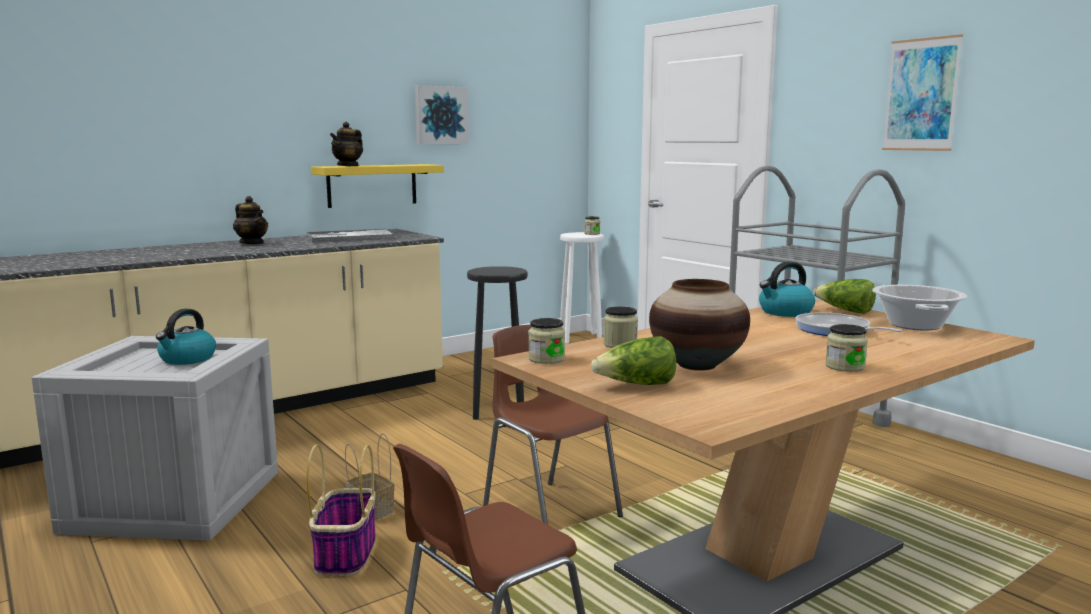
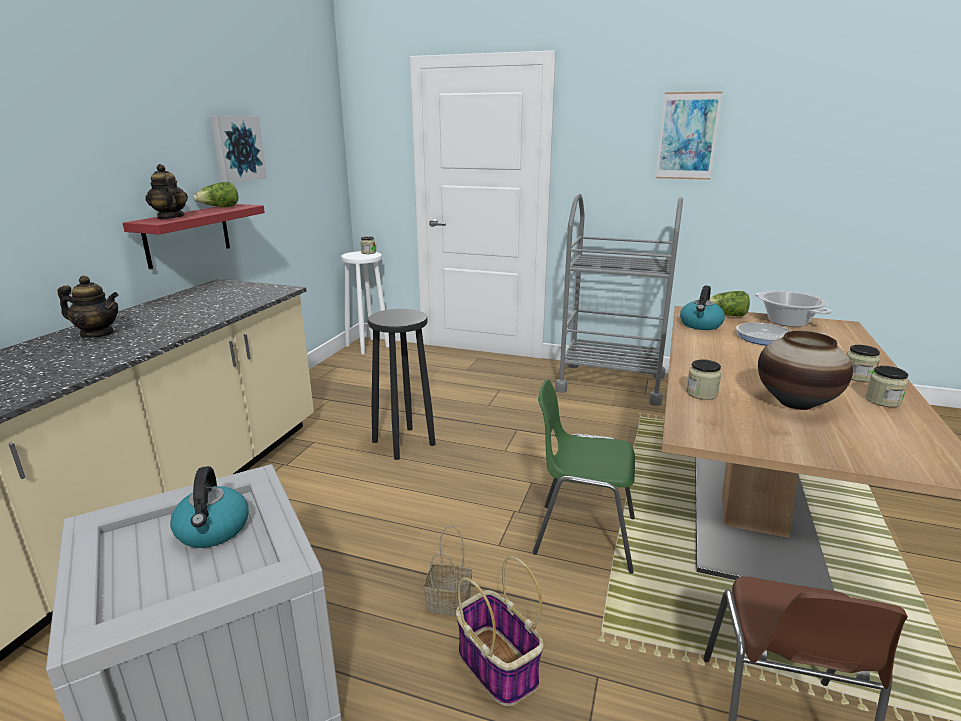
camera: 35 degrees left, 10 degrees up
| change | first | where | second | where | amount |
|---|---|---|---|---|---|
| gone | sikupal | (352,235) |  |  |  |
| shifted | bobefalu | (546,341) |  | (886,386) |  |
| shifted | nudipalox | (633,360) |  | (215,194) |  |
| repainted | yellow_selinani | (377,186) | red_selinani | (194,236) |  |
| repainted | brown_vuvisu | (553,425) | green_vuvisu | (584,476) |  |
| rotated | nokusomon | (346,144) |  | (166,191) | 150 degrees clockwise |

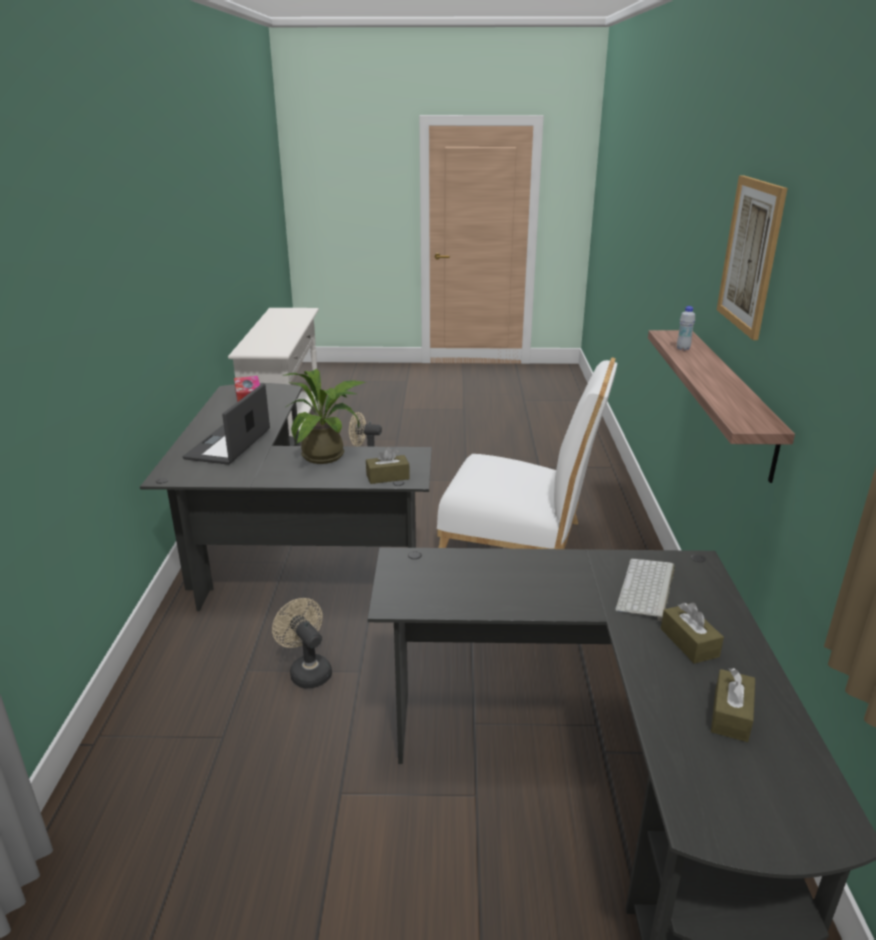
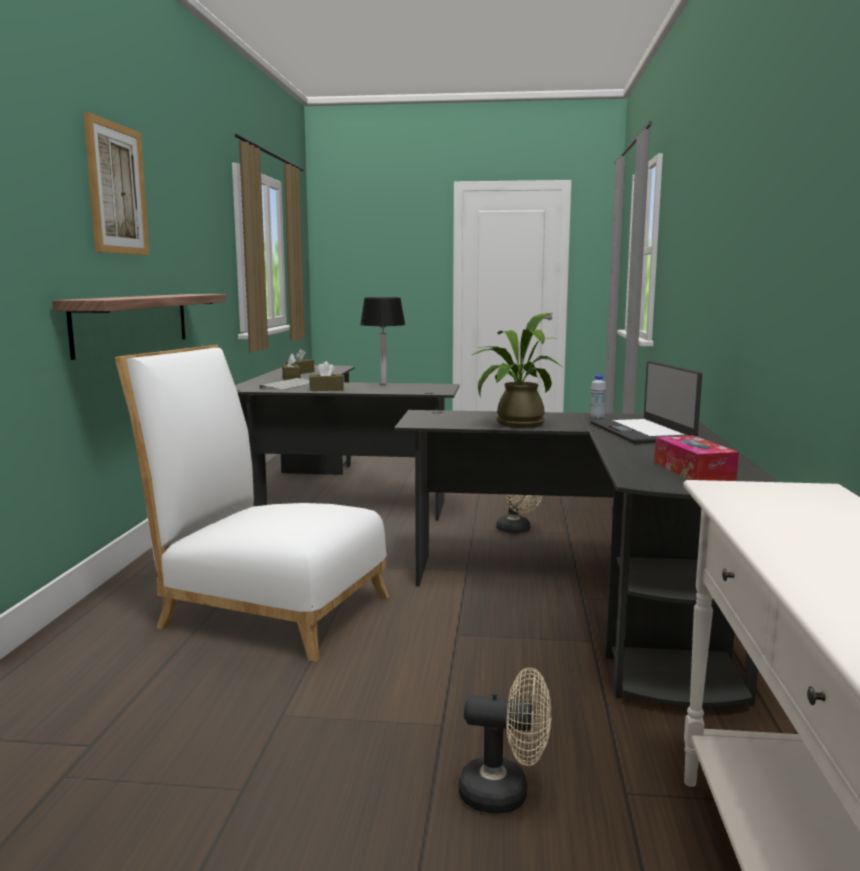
camera: 175 degrees left, 15 degrees down
| change | first | where | second | where | amount |
|---|---|---|---|---|---|
| new |  |  | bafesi | (382,341) |  |
| shifted | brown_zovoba | (388,465) |  | (326,376) |  |
| shifted | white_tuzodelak | (686,328) |  | (598,397) |  |
| rotated | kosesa | (226,424) |  | (646,402) | 150 degrees clockwise |

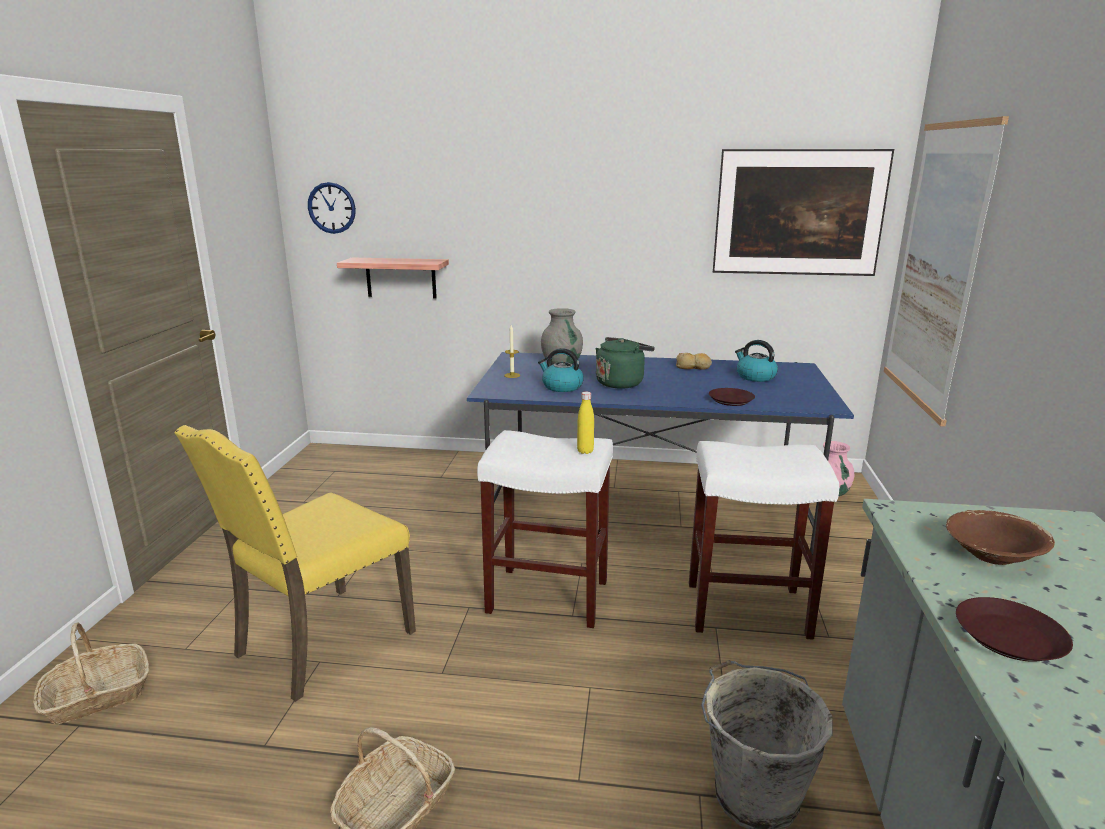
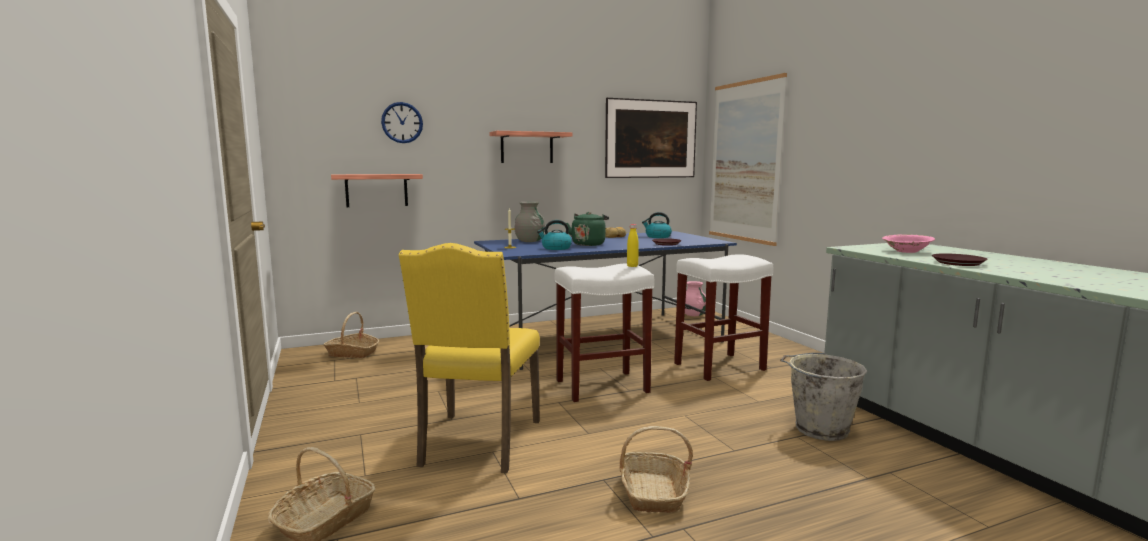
camera: 30 degrees left, 10 degrees down
| change | first | where | second | where | amount |
|---|---|---|---|---|---|
| new |  |  | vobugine | (351,335) |  |
| new |  |  | selinani | (531,147) |  |
| shifted | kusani | (332,208) |  | (402,122) |  |
| repainted | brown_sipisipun | (1000,537) | pink_sipisipun | (908,243) |  |

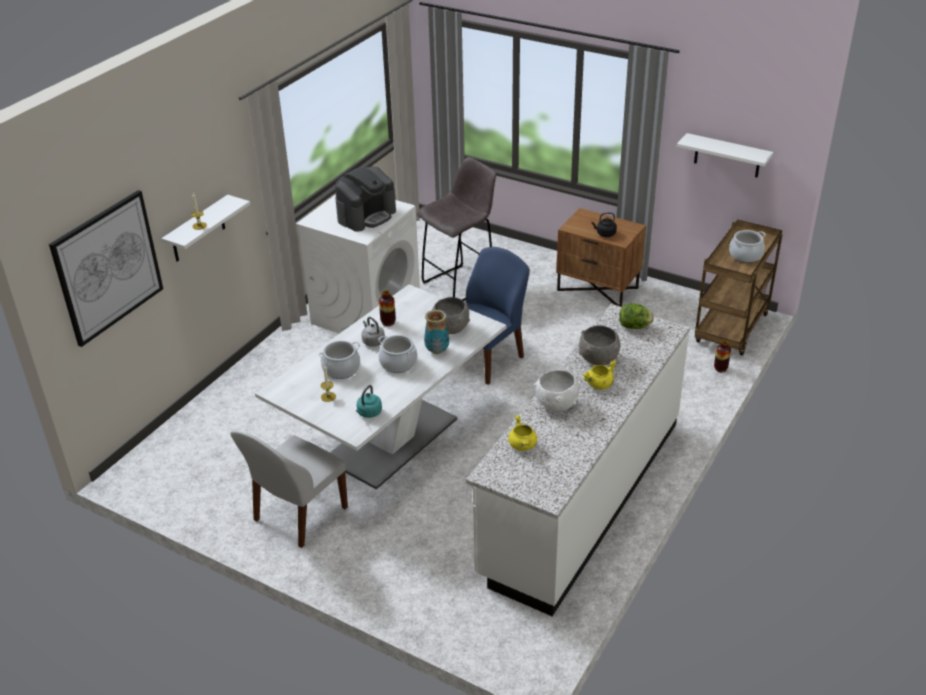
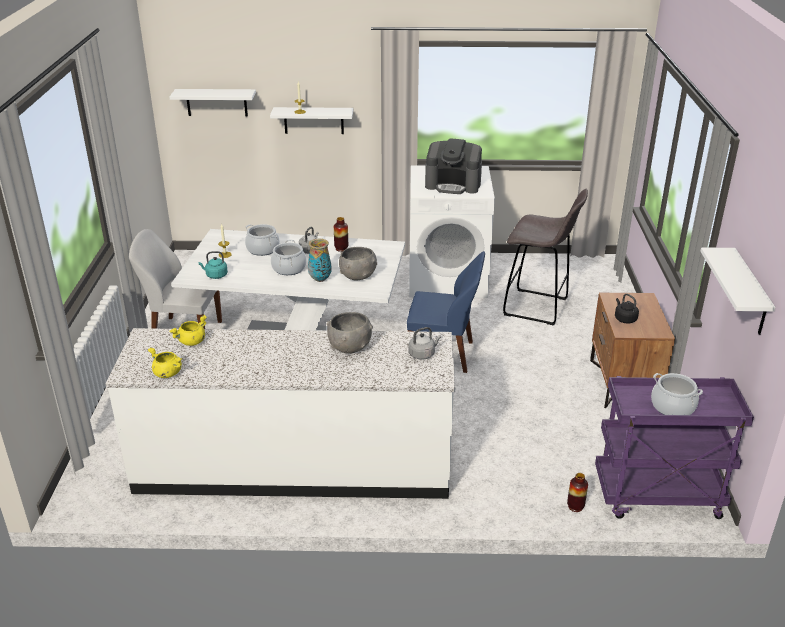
camera: 60 degrees right, 5 degrees down
| change | first | where | second | where | amount |
|---|---|---|---|---|---|
| gone | white_sipisipun | (557,390) |  |  |  |
| shifted | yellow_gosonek | (599,375) |  | (165,363) |  |
| swapped | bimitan | (106,268) | white_selinani | (212,102) |  |
| swapped | nudipalox | (636,316) | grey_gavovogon | (424,343) |  |
| repainted | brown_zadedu | (739,287) | purple_zadedu | (674,447) |  |

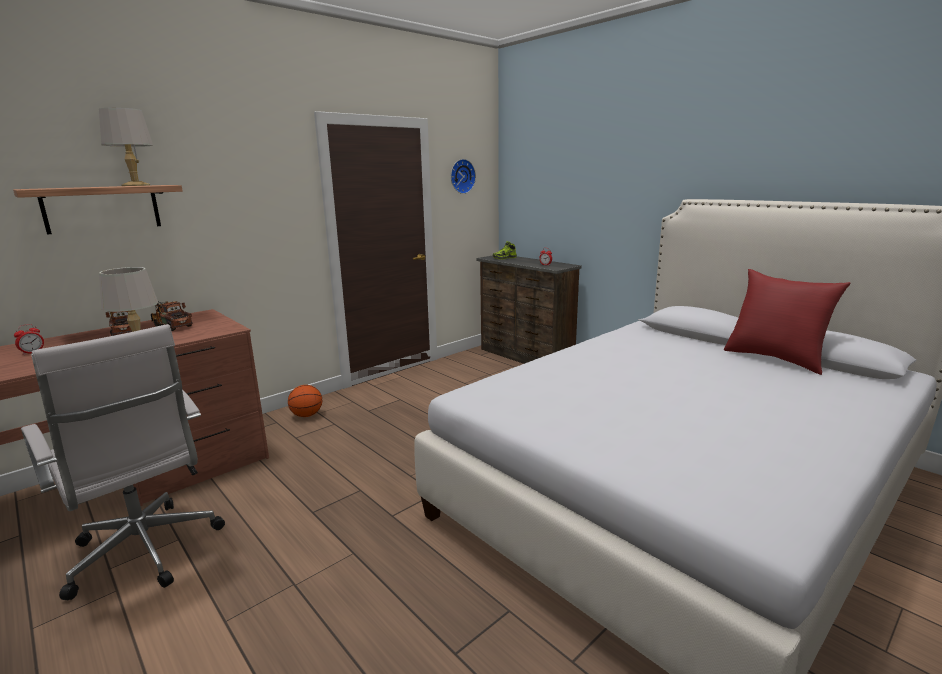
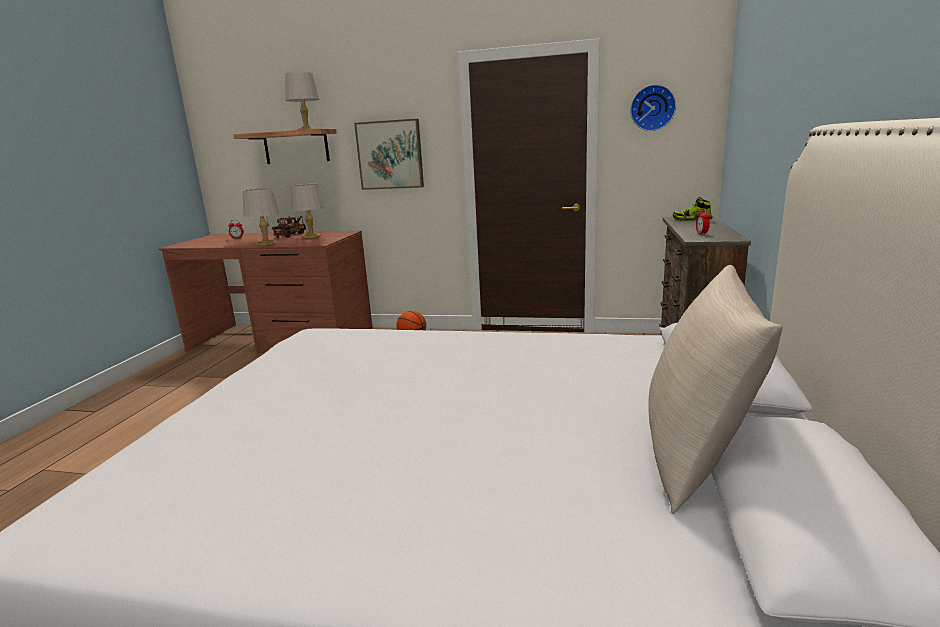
camera: 55 degrees right, 0 degrees up
| change | first | where | second | where | amount |
|---|---|---|---|---|---|
| gone | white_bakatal | (123,462) |  |  |  |
| new |  |  | bimitan | (389,154) |  |
| swapped | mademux | (172,316) | grey_bafesi | (307,211) |  |
| repainted | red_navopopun | (787,322) | beige_navopopun | (715,389) |  |

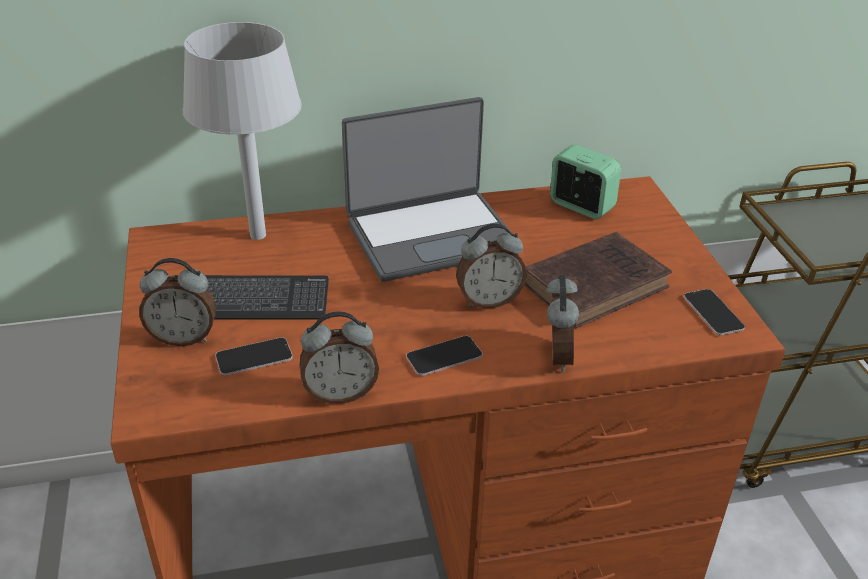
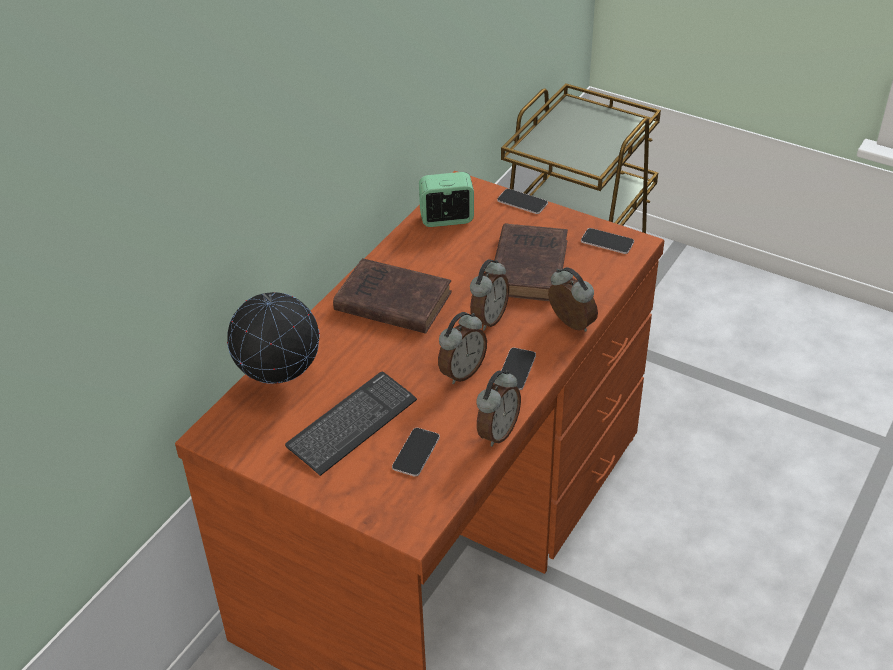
camera: 45 degrees left, 5 degrees up
| change | first | where | second | where | amount |
|---|---|---|---|---|---|
| new |  |  | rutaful | (522,201) |  |
| shifted | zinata | (177,302) |  | (462,348) |  |
| swapped | grey_bafesi | (242,131) | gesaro | (273,338) |  |
| swapped | kosesa | (427,189) | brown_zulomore | (392,296) |  |

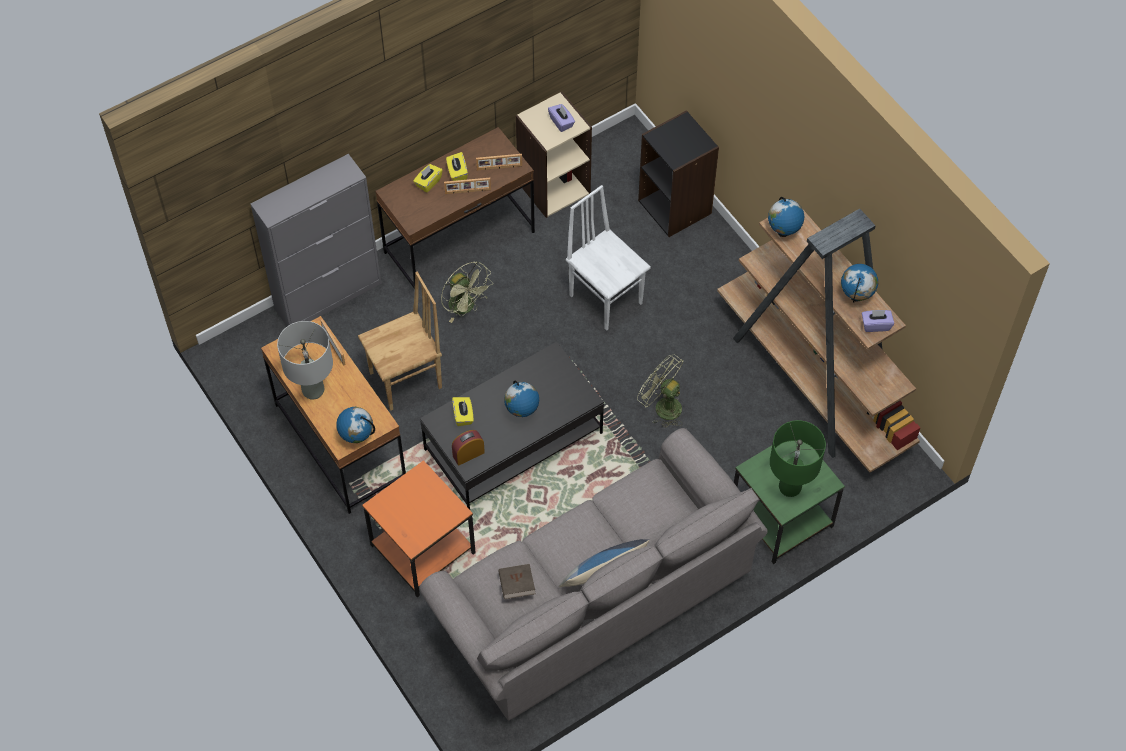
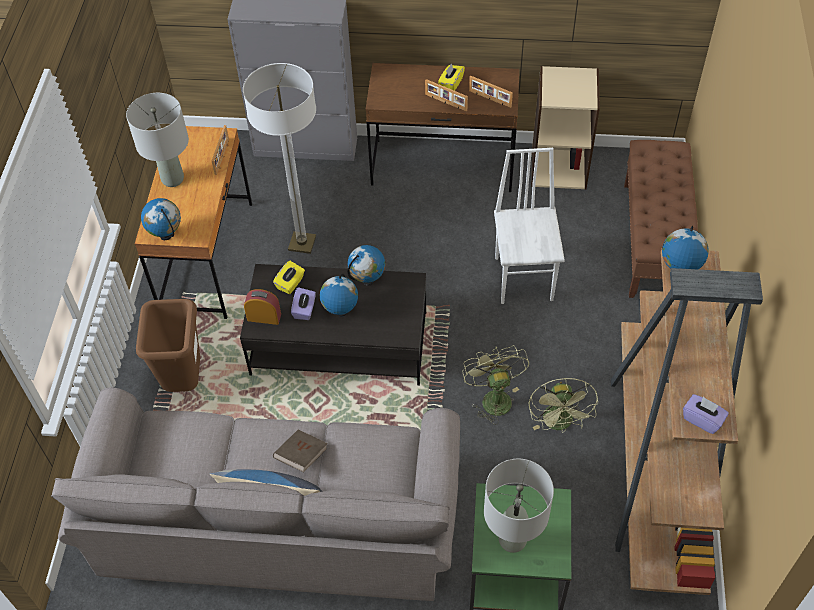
camera: 40 degrees right, 5 degrees down
| change | first | where | second | where | amount |
|---|---|---|---|---|---|
| gone | yellow_zovoba | (428,178) |  |  |  |
| shifted | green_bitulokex | (467,292) |  | (563,405) |  |
| shifted | brown_zulomore | (517,581) |  | (300,451) |  |
| shifted | purple_zovoba | (561,118) |  | (303,303) |  |
| shifted | gesaro | (859,283) |  | (366,265) |  |
| swapped | brown_vuvisu | (400,341) | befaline | (279,158) |  |
| swapped | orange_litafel | (419,528) | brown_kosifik | (168,345) |  |
| swapped | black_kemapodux | (678,173) | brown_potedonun | (661,219) |  |
| repainted | green_bafesi | (798,458) | grey_bafesi | (519,506) |  |

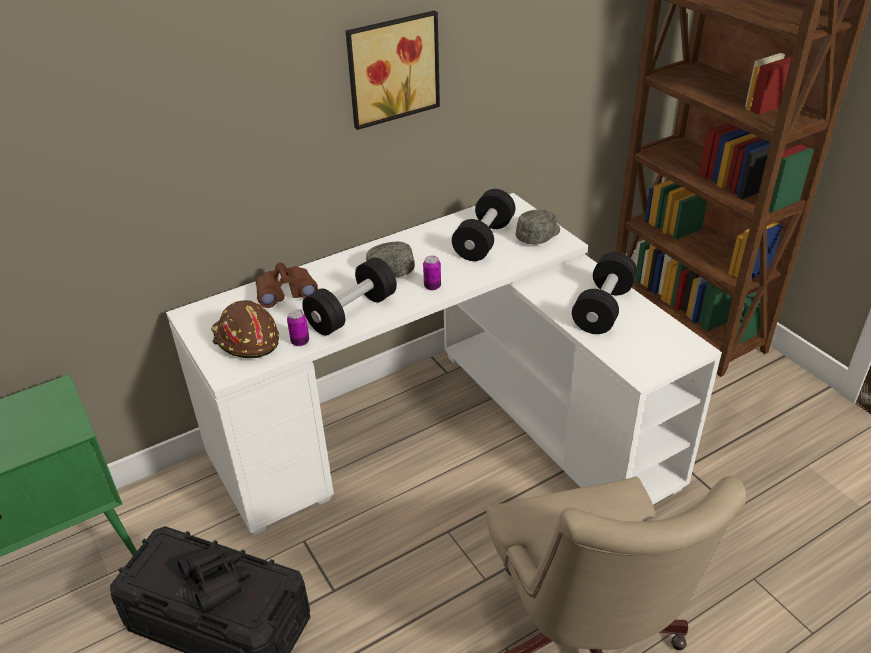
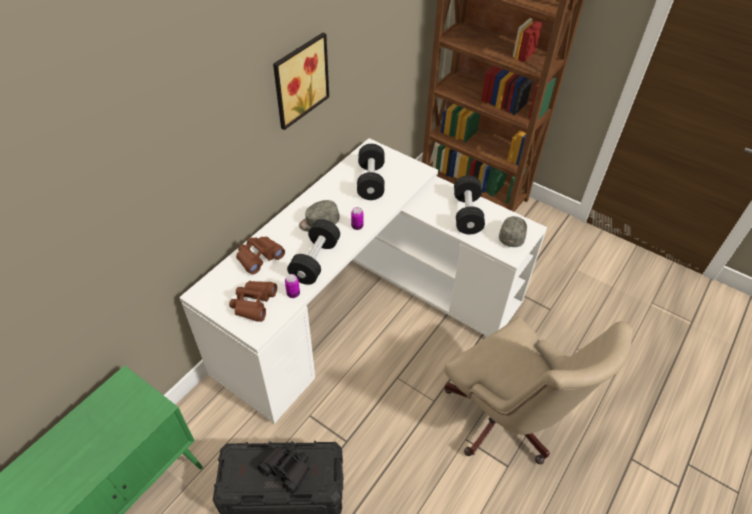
camera: 25 degrees left, 10 degrees up
| change | first | where | second | where | amount |
|---|---|---|---|---|---|
| shifted | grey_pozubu | (537,226) |  | (513,231) |  |
| swapped | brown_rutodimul | (245,329) | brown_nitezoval | (253,301) |  |

